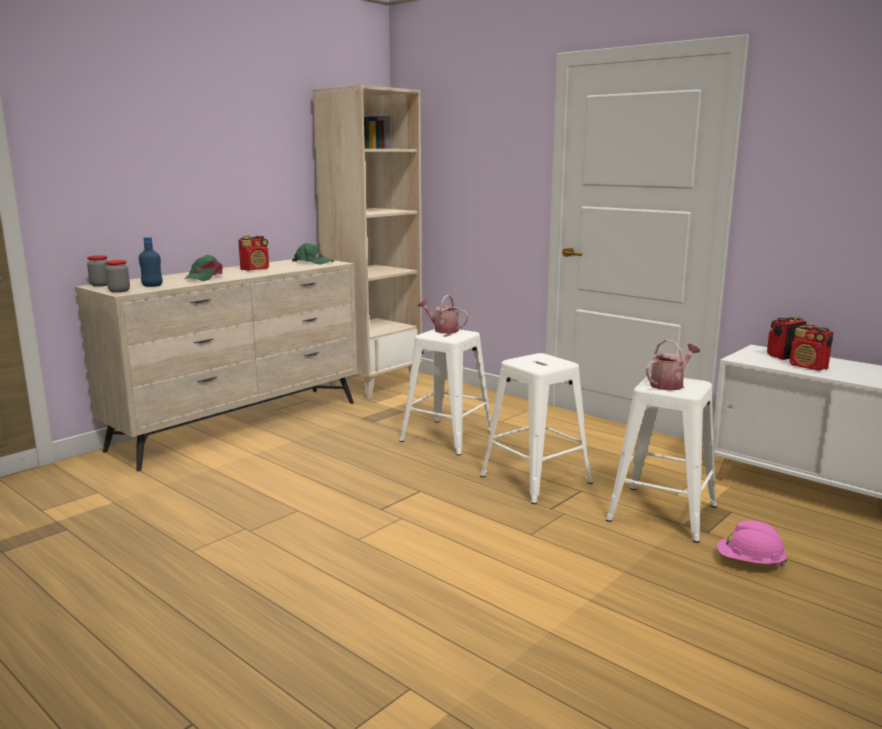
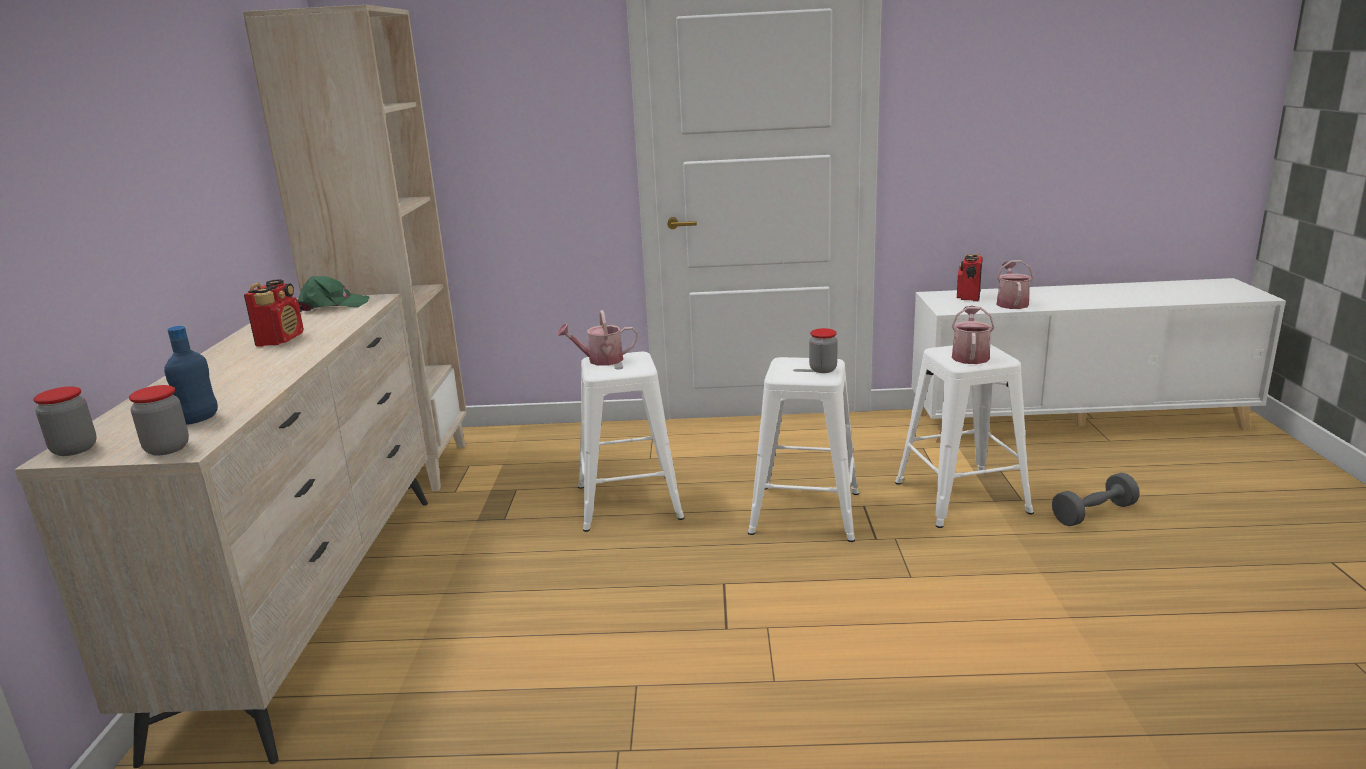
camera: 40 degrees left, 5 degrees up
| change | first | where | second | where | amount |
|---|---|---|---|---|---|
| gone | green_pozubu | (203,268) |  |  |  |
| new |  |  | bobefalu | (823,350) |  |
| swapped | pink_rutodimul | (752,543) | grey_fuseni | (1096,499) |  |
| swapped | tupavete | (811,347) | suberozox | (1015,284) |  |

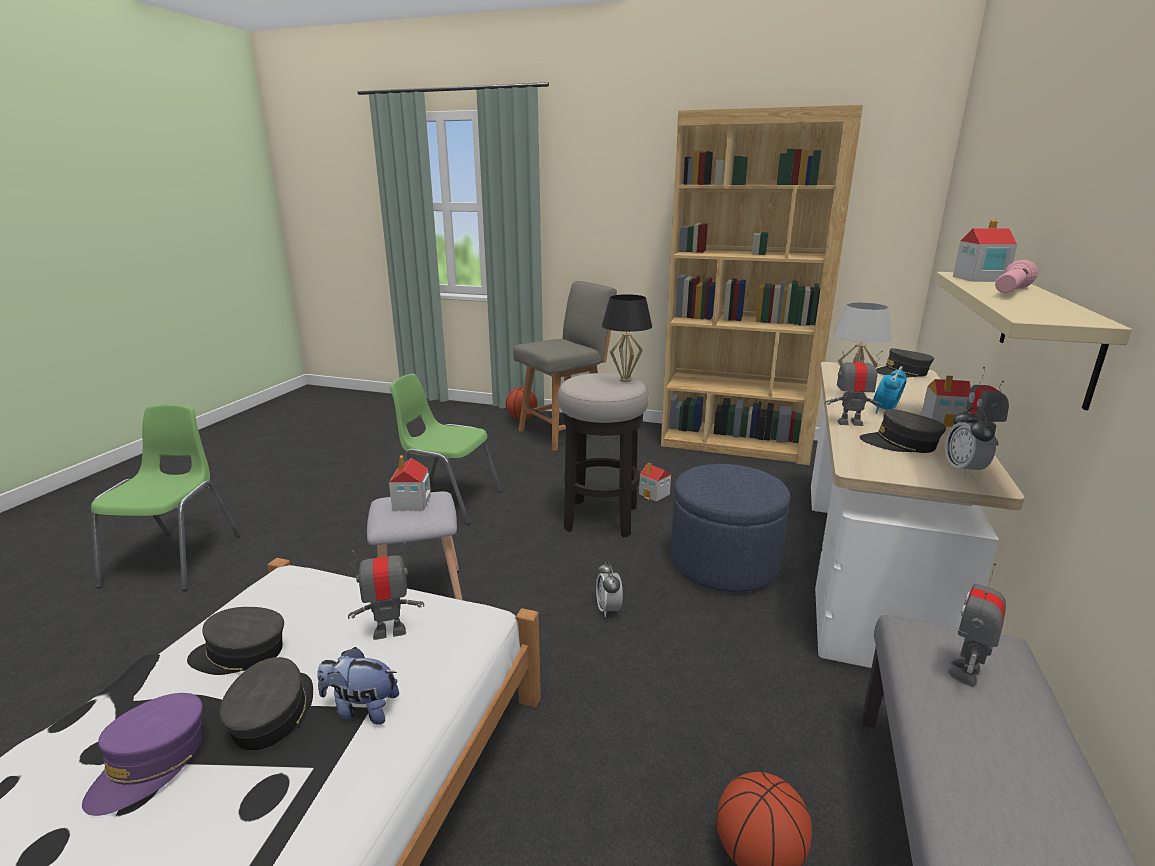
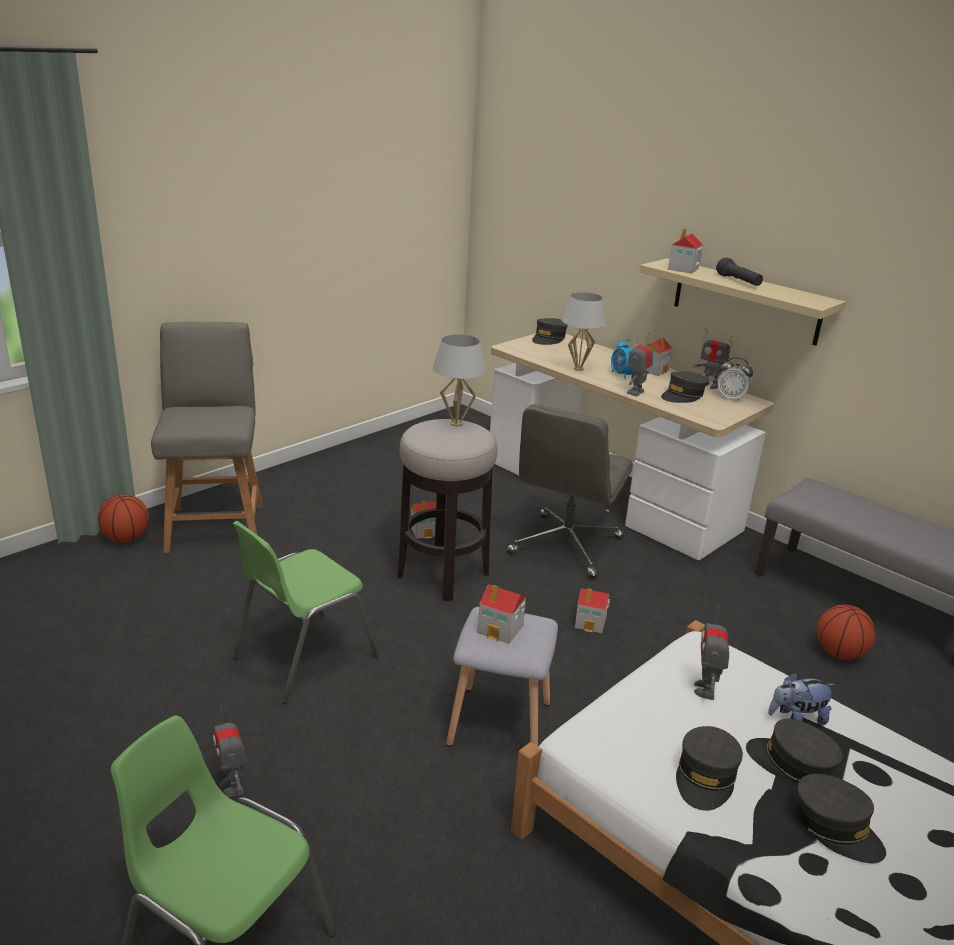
camera: 65 degrees left, 5 degrees up
| change | first | where | second | where | amount |
|---|---|---|---|---|---|
| gone | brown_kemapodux | (762,285) |  |  |  |
| shifted | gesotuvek | (977,625) |  | (230,751) |  |
| swapped | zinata | (609,589) | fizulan | (592,610) |  |
| swapped | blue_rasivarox | (730,528) | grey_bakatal | (570,491) |  |
| repainted | purple_pozubu | (142,754) | grey_pozubu | (841,818) |  |
| repainted | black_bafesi | (627,338) | white_bafesi | (459,380) |  |
| repainted | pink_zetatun | (1016,276) | black_zetatun | (739,271) |  |
| rotated | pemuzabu | (358,686) |  | (802,699) | 45 degrees clockwise |

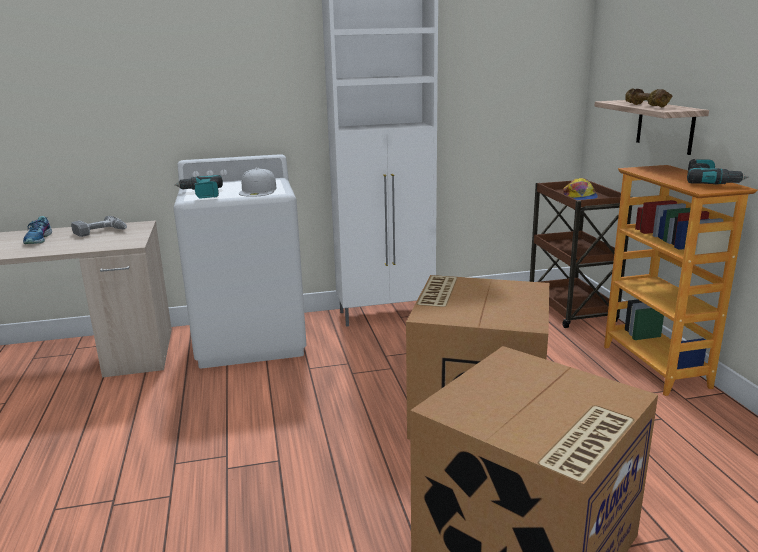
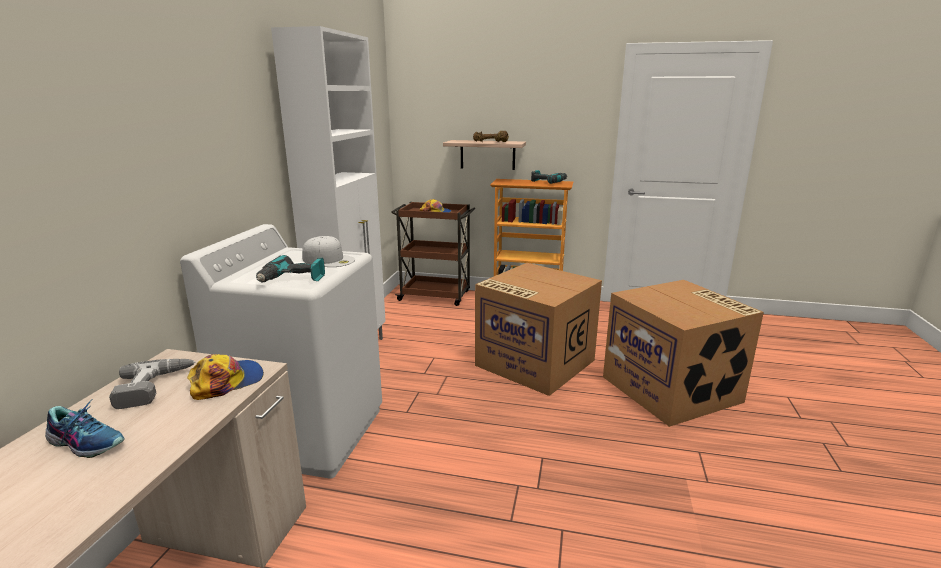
camera: 65 degrees left, 0 degrees up
| change | first | where | second | where | amount |
|---|---|---|---|---|---|
| new |  |  | pozubu | (225,377) |  |

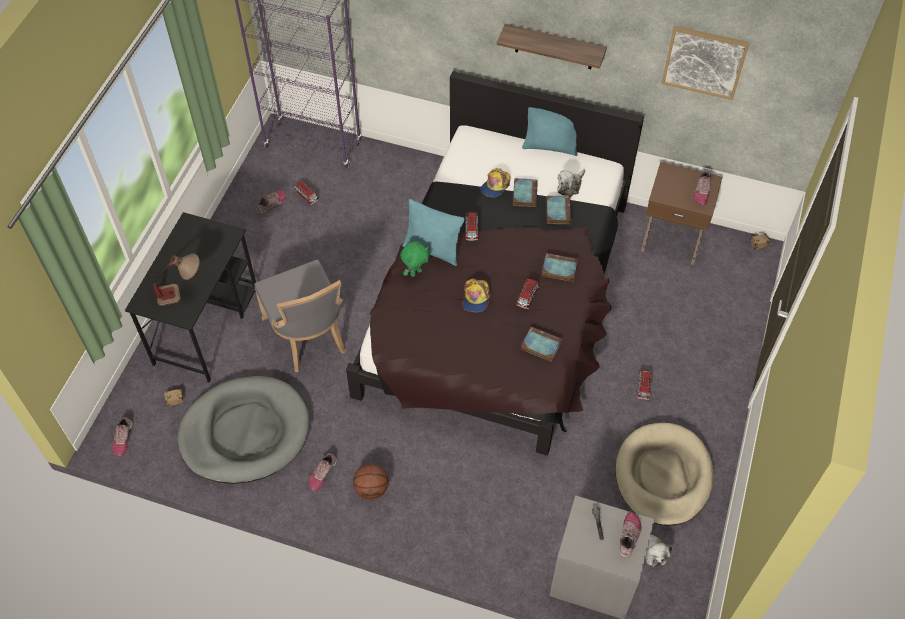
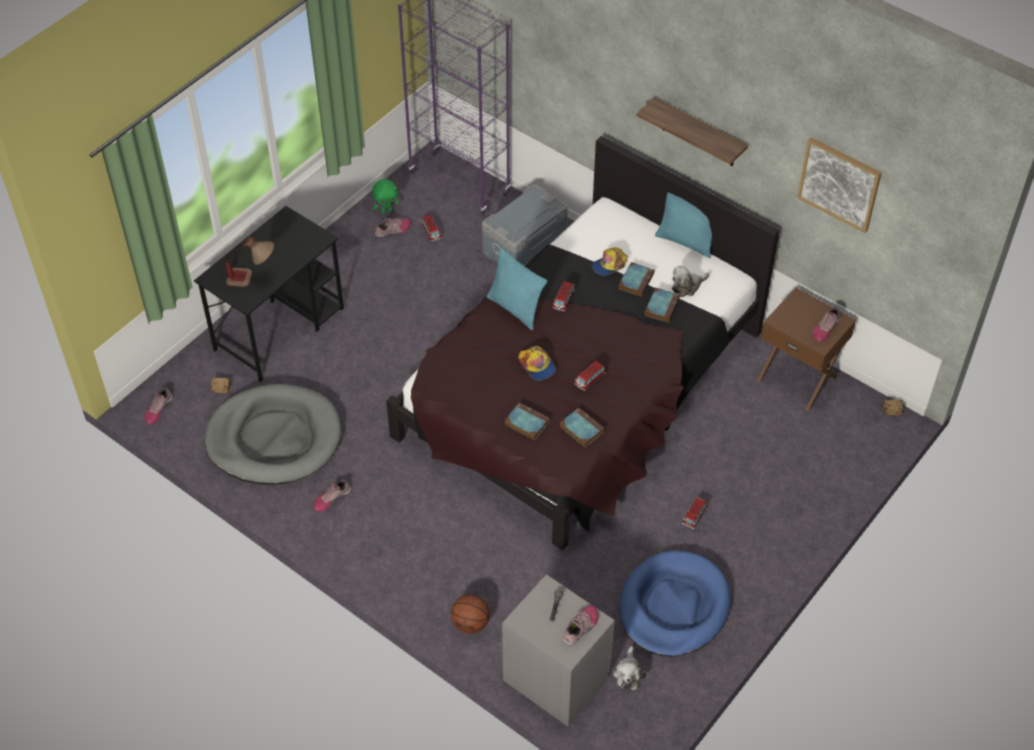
camera: 20 degrees right, 5 degrees down
| change | first | where | second | where | amount |
|---|---|---|---|---|---|
| gone | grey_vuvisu | (300,316) |  |  |  |
| new |  |  | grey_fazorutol | (525,225) |  |
| shifted | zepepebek | (370,482) |  | (470,614) |  |
| shifted | green_pemuzabu | (415,259) |  | (386,196) |  |
| shifted | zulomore | (560,267) |  | (527,421) |  |
| repainted | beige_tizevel | (664,474) | blue_tizevel | (675,603) |  |
| rotated | pozubu | (476,295) |  | (537,363) | 60 degrees counterclockwise |

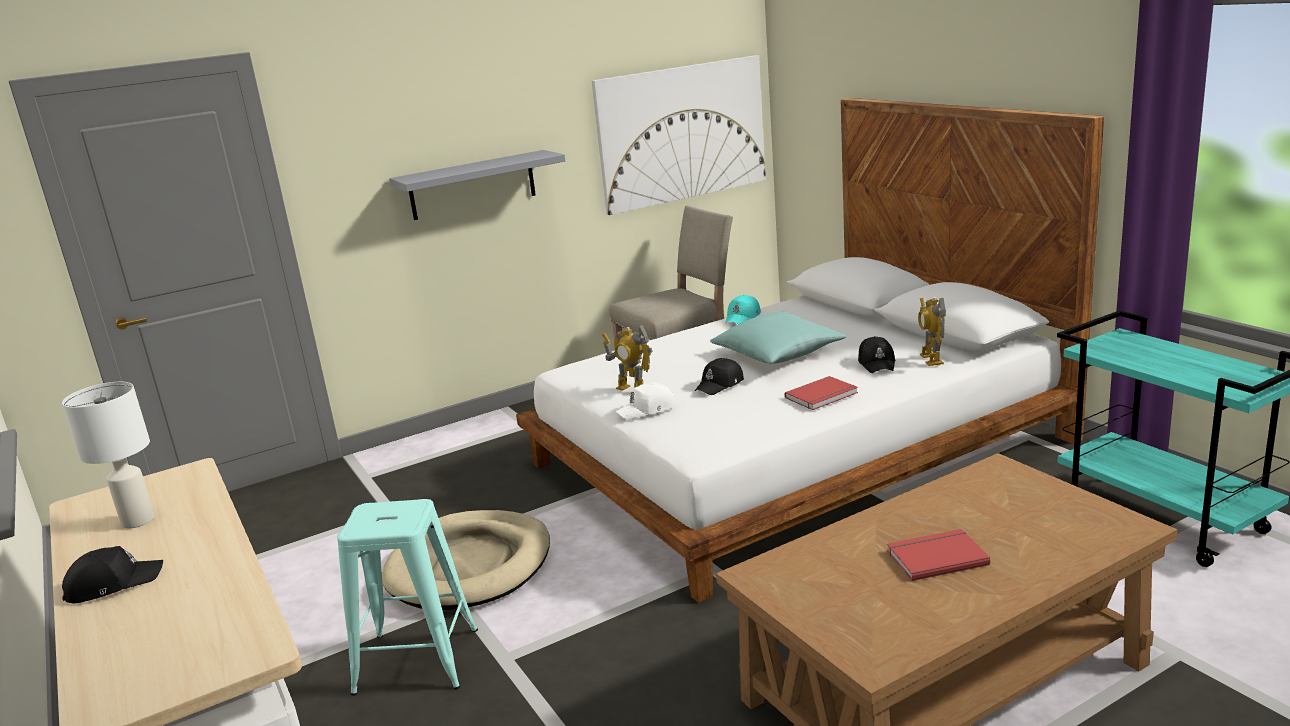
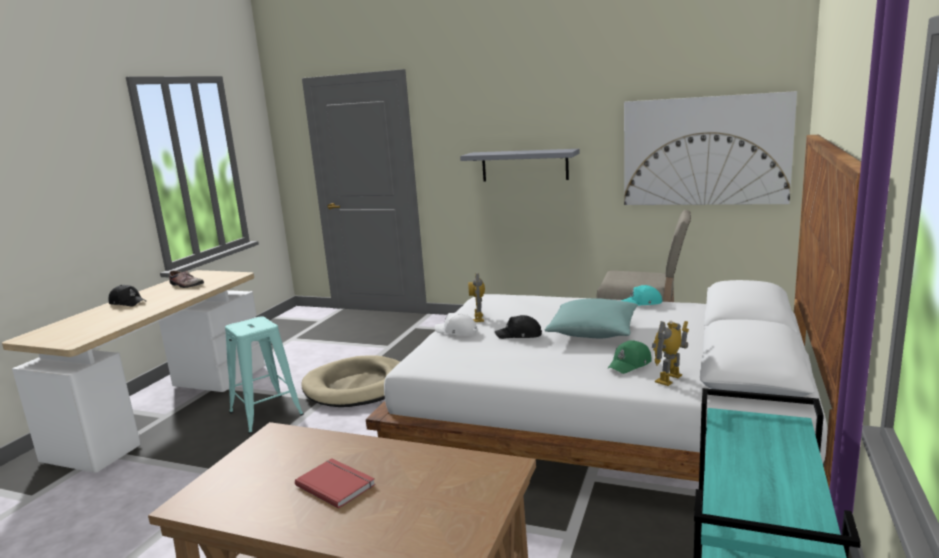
camera: 50 degrees right, 5 degrees down
| change | first | where | second | where | amount |
|---|---|---|---|---|---|
| gone | red_zulomore | (821,393) |  |  |  |
| swapped | white_bafesi | (108,455) | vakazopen | (186,279) |  |
| repainted | black_pozubu | (877,354) | green_pozubu | (630,357) |  |

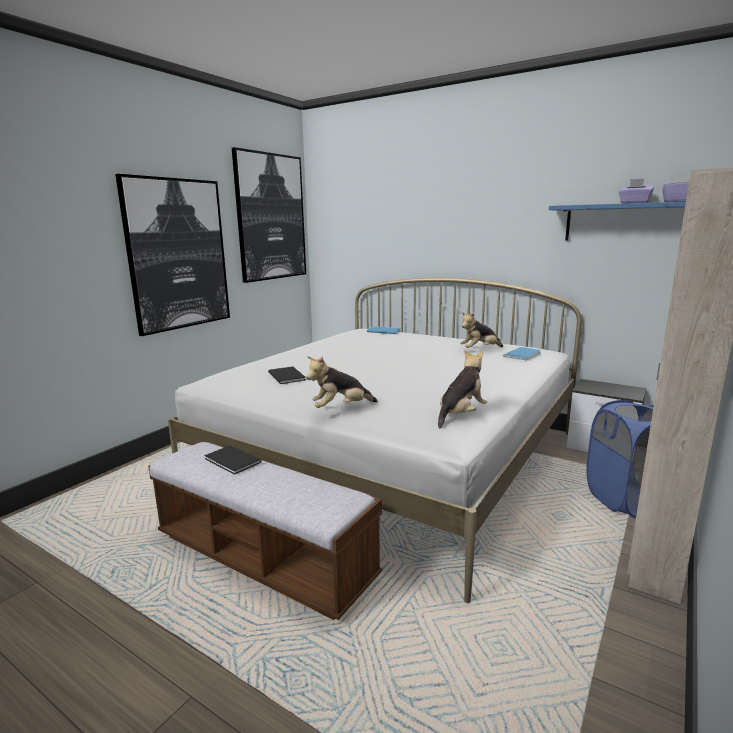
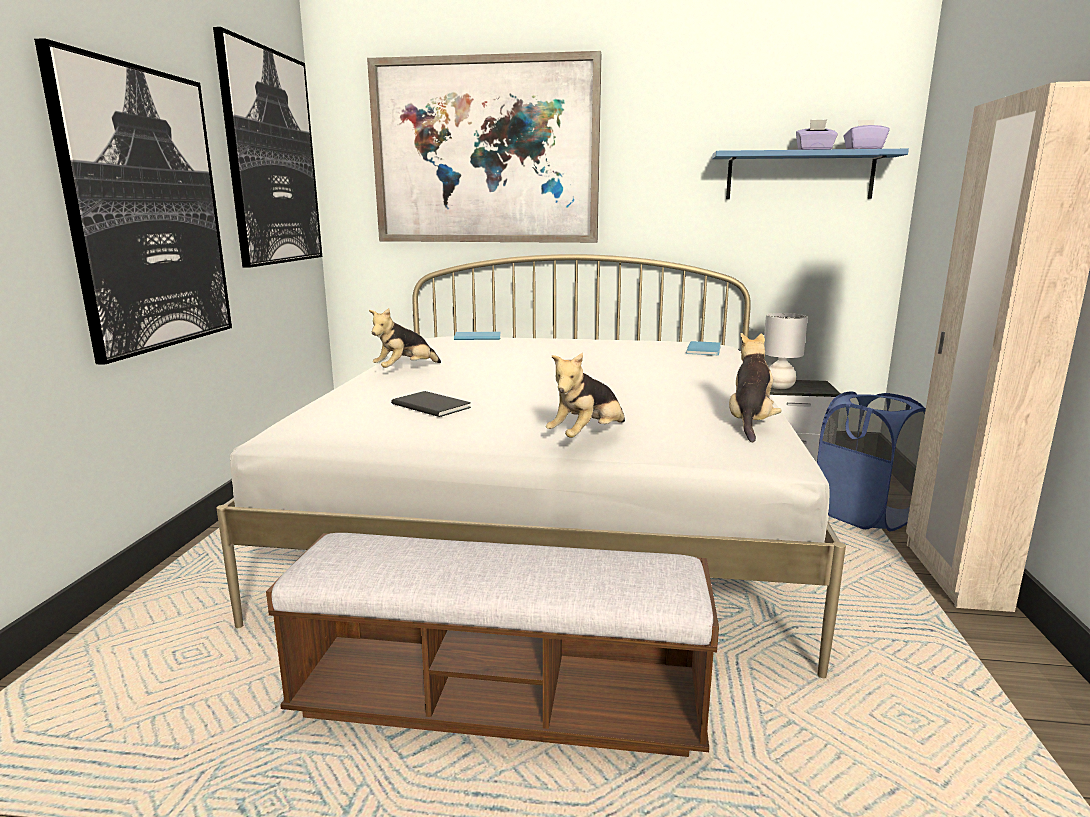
camera: 25 degrees left, 0 degrees up
| change | first | where | second | where | amount |
|---|---|---|---|---|---|
| gone | black_zulomore | (233,459) |  |  |  |
| new |  |  | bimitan | (484,147) |  |
| new |  |  | grey_bafesi | (786,351) |  |
| shifted | pemuzabu | (481,330) |  | (405,338) |  |

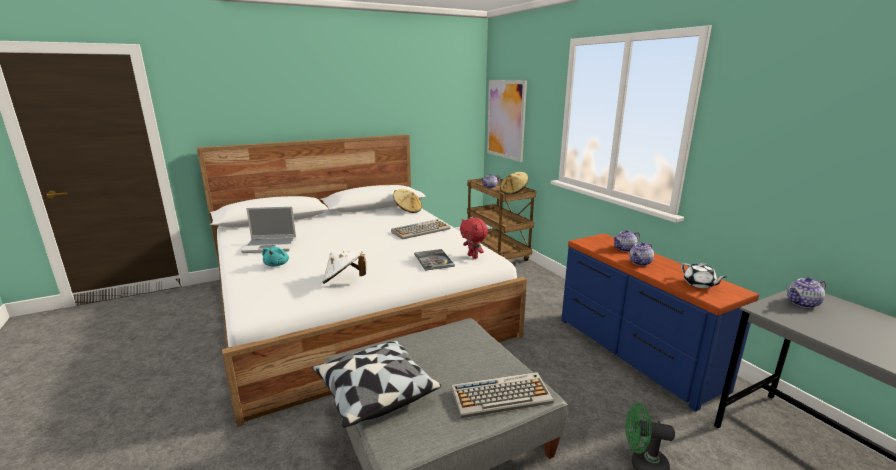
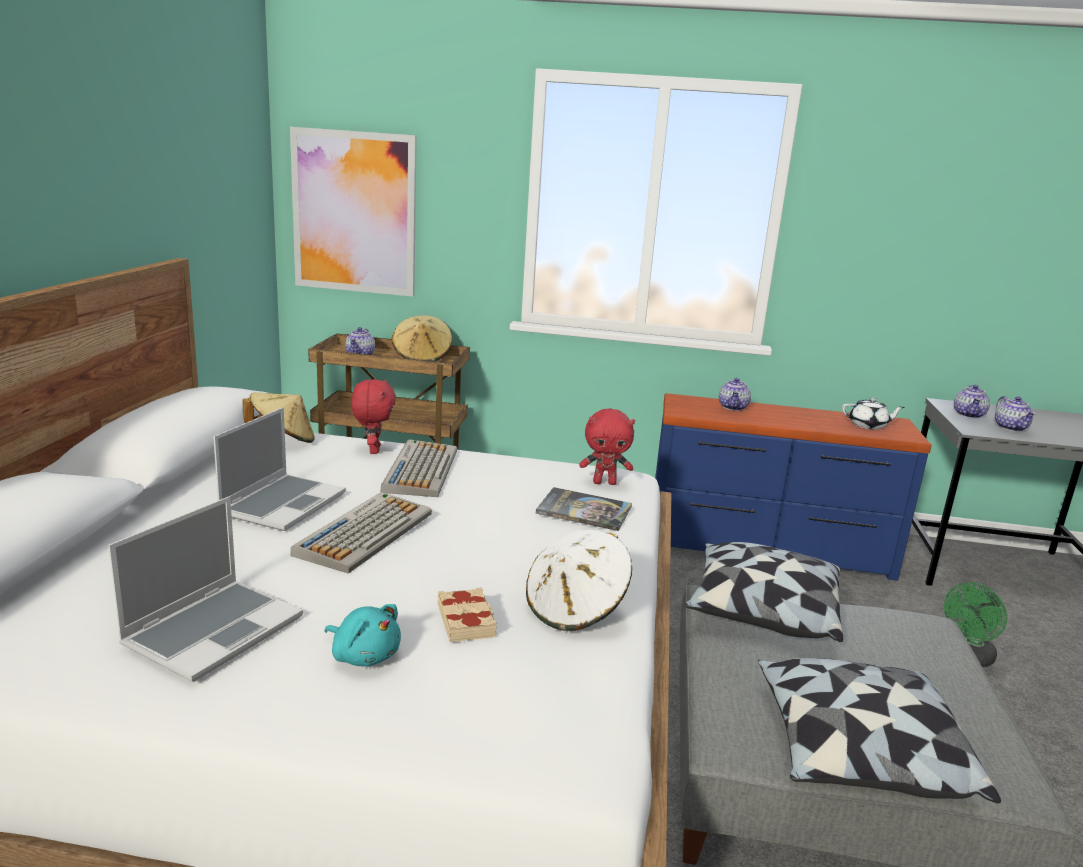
camera: 55 degrees left, 0 degrees up
| change | first | where | second | where | amount |
|---|---|---|---|---|---|
| new |  |  | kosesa | (279,469) |  |
| new |  |  | red_pemuzabu | (373,416) |  |
| new |  |  | beige_zulomore | (467,614) |  |
| new |  |  | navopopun | (764,592) |  |
| shifted | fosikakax | (502,395) |  | (361,533) |  |
| shifted | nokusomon | (641,254) |  | (1015,413) |  |

